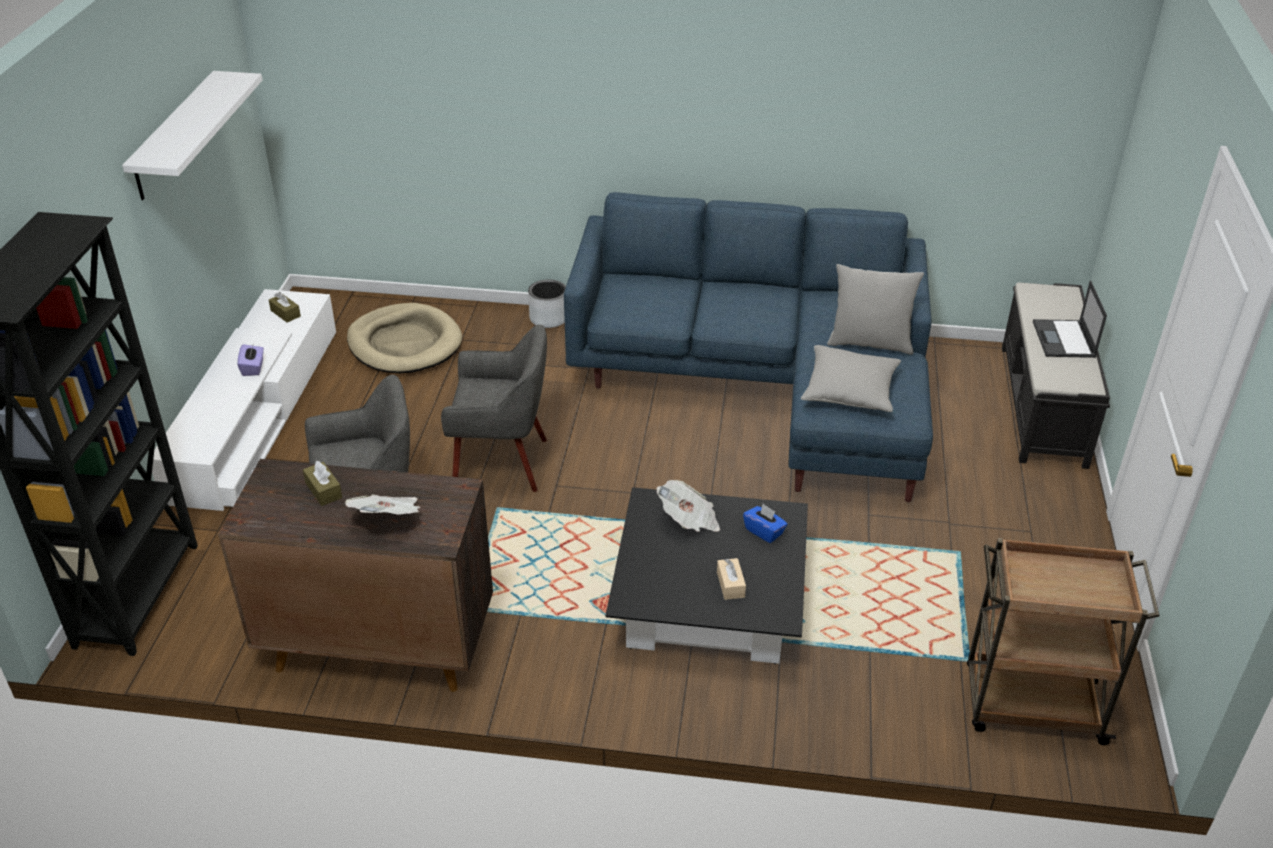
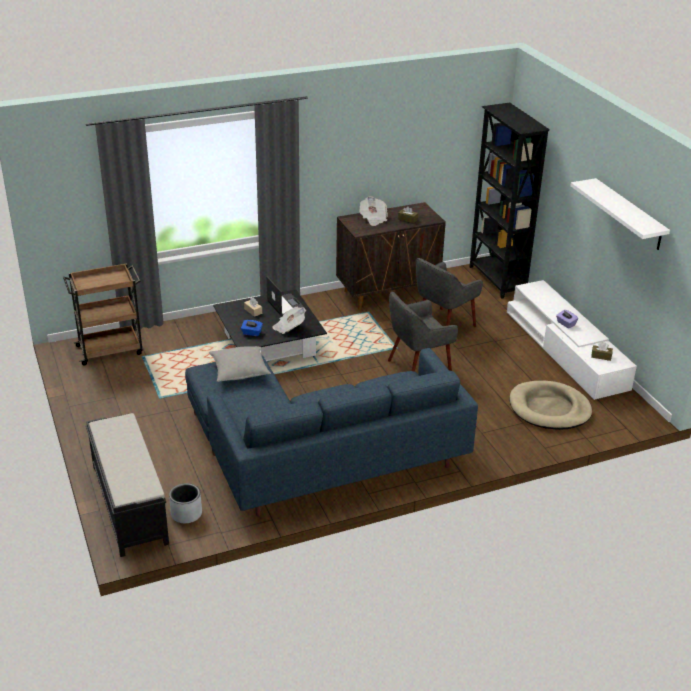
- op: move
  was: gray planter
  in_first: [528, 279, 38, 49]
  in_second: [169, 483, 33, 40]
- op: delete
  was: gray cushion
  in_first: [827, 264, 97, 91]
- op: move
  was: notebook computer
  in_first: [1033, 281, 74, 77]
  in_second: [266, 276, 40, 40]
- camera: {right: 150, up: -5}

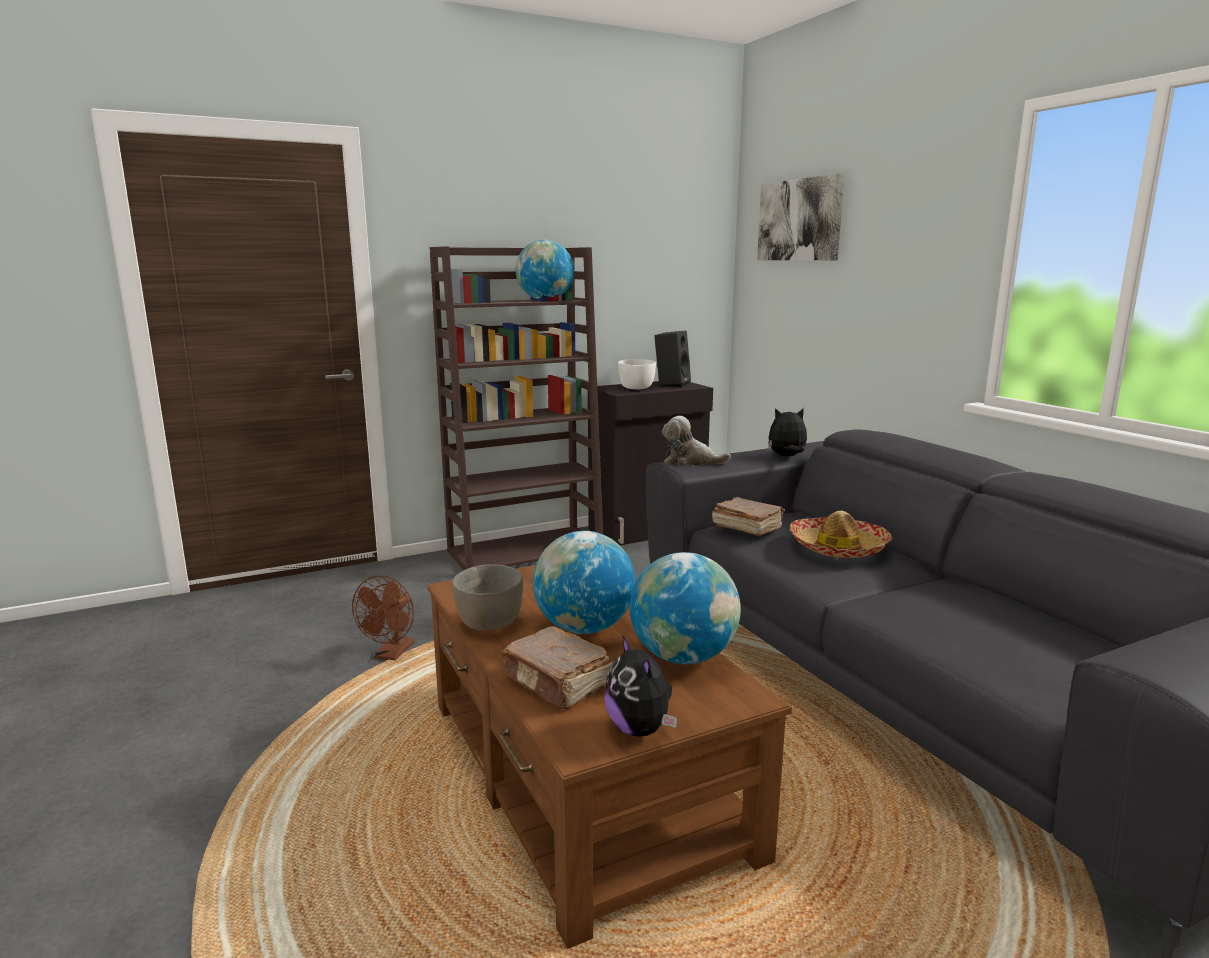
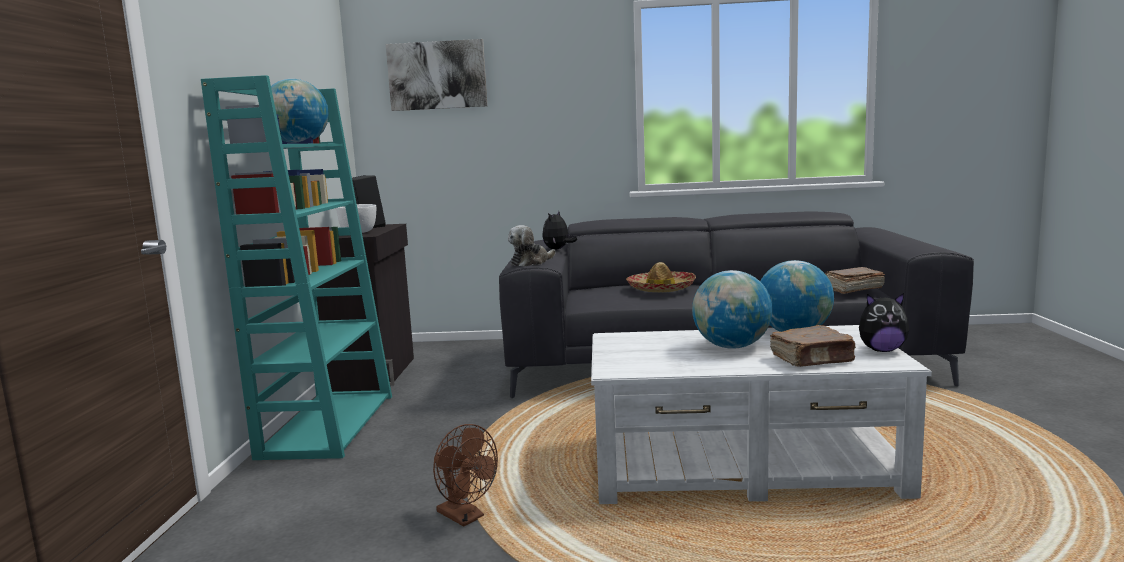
- op: recolor
  was: brown-coloured lounge table
  now: white lounge table
  in_first: [427, 565, 365, 384]
  in_second: [591, 325, 341, 179]
- op: recolor
  was: brown-coloured bookshelf
  now: blue-green bookshelf
  in_first: [430, 246, 173, 324]
  in_second: [201, 75, 191, 385]
- op: delete
  was: gray bowl
  in_first: [452, 564, 71, 67]
- op: move
  was: brown-coloured volume
  in_first: [712, 497, 73, 39]
  in_second: [825, 267, 60, 27]
- camera: {right: -60, up: -5}

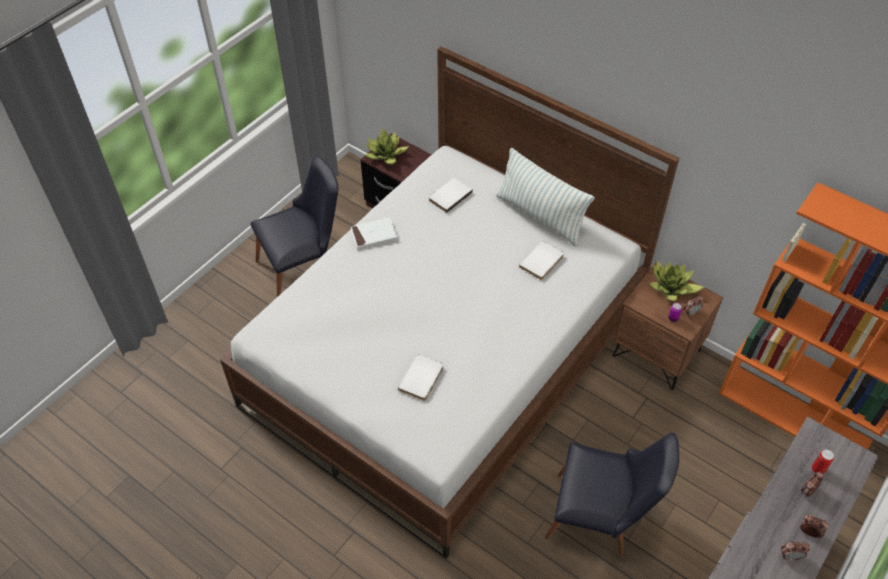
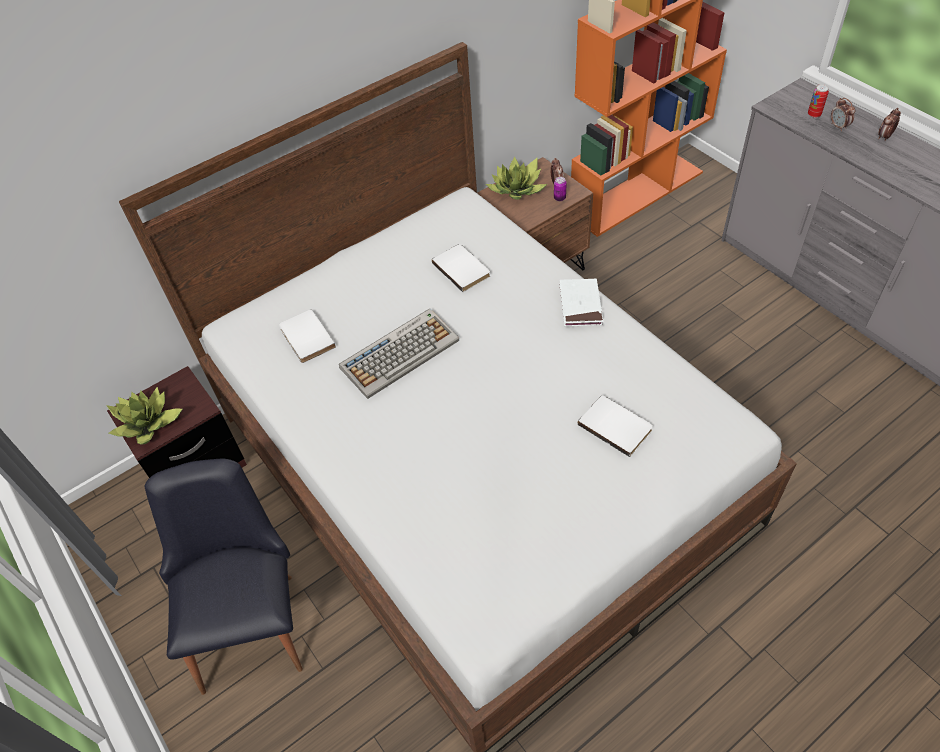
- op: move
  was: white volume
  in_first: [351, 217, 46, 32]
  in_second: [559, 279, 44, 48]
- op: delete
  was: cushion
  in_first: [496, 148, 99, 98]
- op: delete
  was: blackish upright chair
  in_first: [545, 433, 134, 123]
- op: delete
  was: alarm clock
  in_first: [781, 542, 29, 18]
- op: insert
  now: PC keyboard
  in_second: [339, 309, 120, 90]
- camera: {right: -70, up: 0}

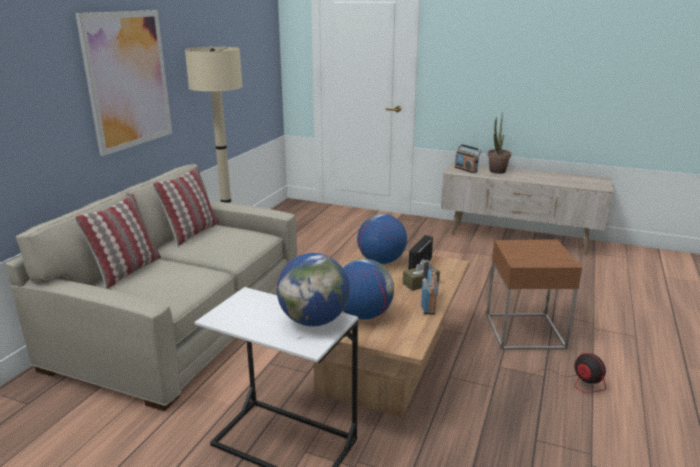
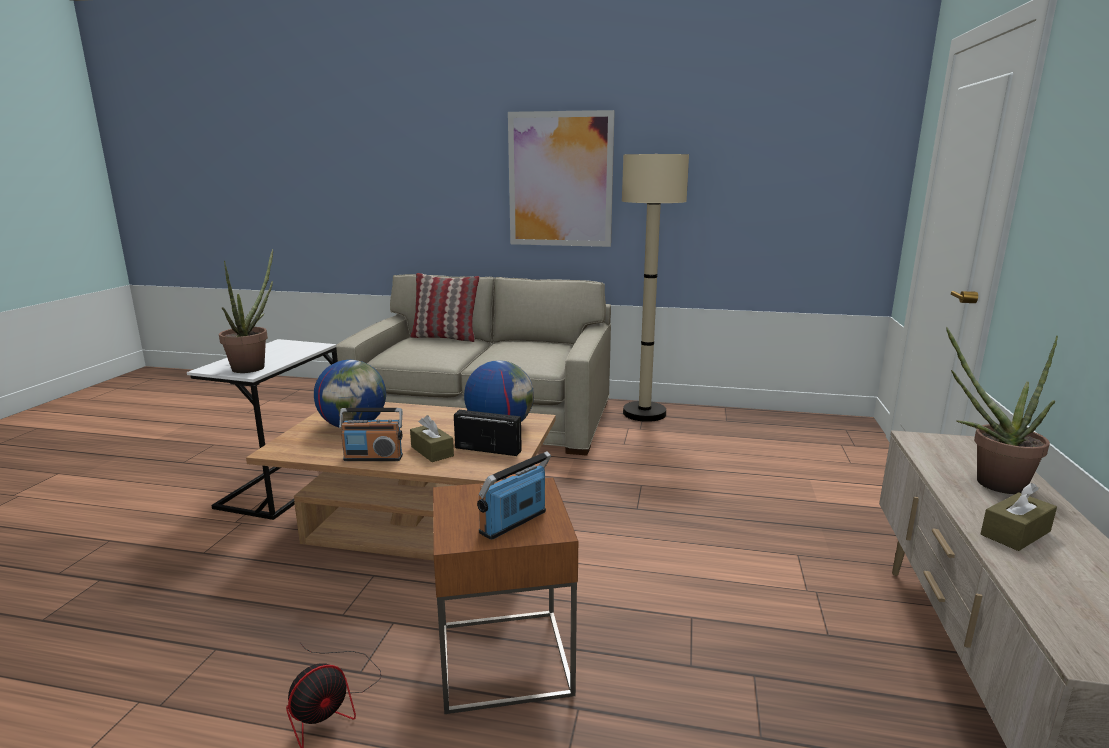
- op: delete
  was: cushion
  in_first: [153, 167, 66, 79]
- op: replace
  was: globe
  now: houseplant
  in_first: [277, 253, 73, 73]
  in_second: [219, 249, 54, 124]
- op: move
  was: radio
  in_first: [454, 144, 28, 29]
  in_second: [477, 451, 74, 89]
- op: insert
  now: brown-coloured tissue holder
  in_second: [981, 483, 76, 68]
- camera: {right: 80, up: -5}

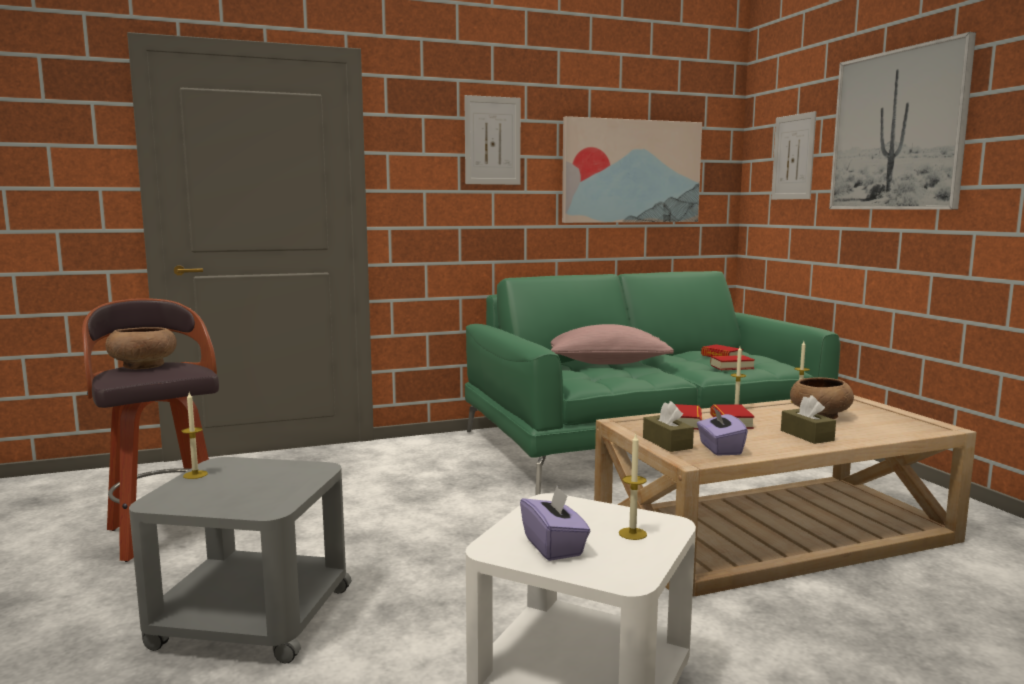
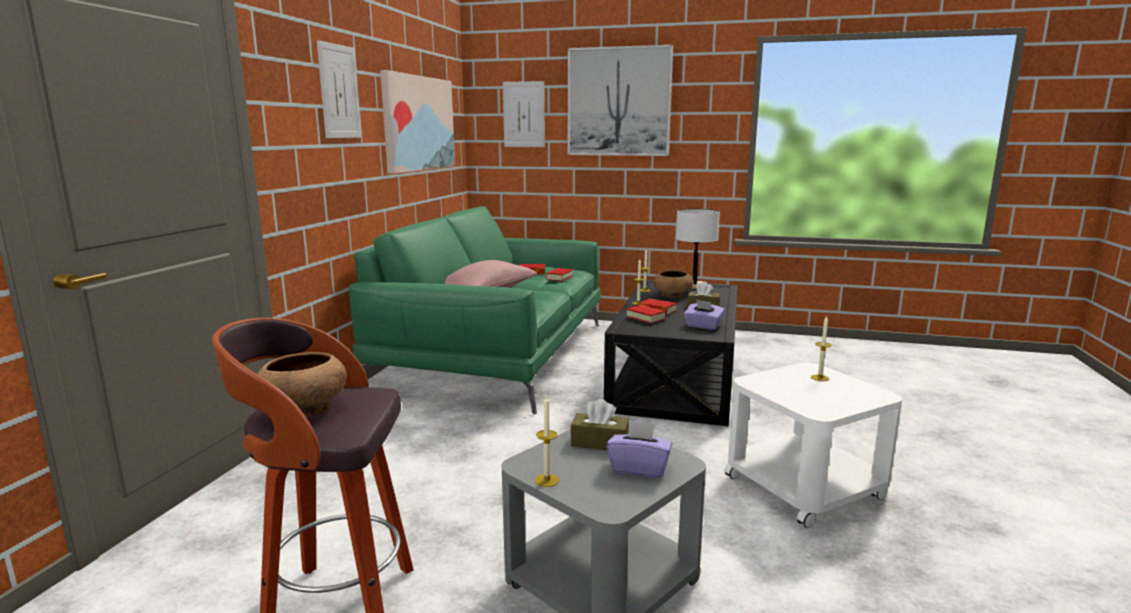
- op: move
  was: purple tissue holder
  in_first: [520, 486, 70, 75]
  in_second: [606, 420, 66, 58]
- op: recolor
  was: beige-coloured lounge table
  now: blackish lounge table
  in_first: [594, 395, 383, 202]
  in_second: [604, 280, 133, 146]
- op: move
  was: brown-coloured tissue holder
  in_first: [643, 401, 51, 51]
  in_second: [571, 399, 58, 51]
- op: insert
  now: white table lamp
  in_second: [676, 209, 44, 80]
- camera: {right: -55, up: 5}

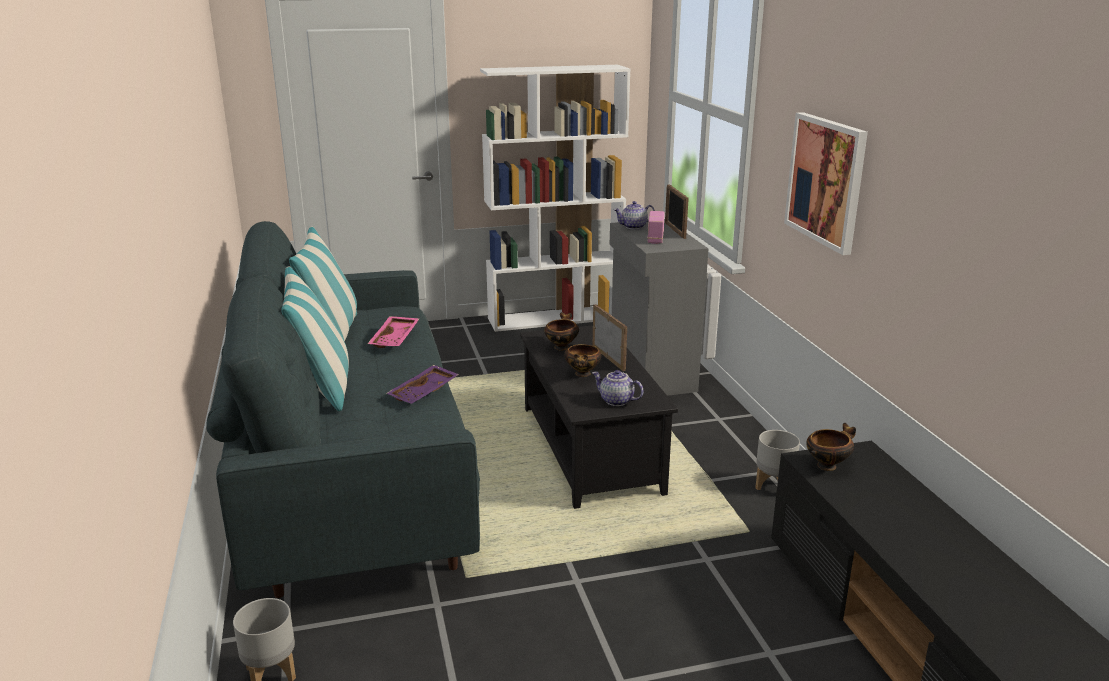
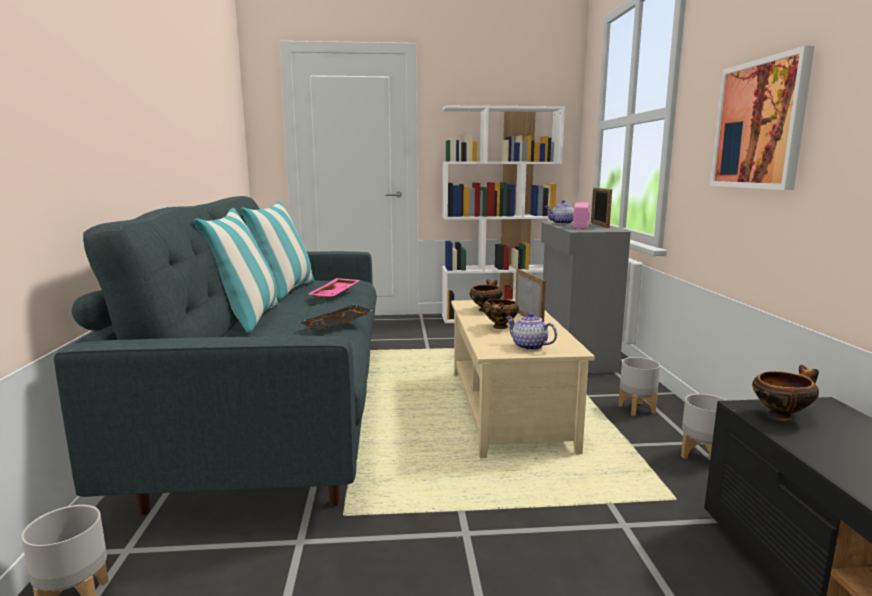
- op: recolor
  was: purple tray
  now: blackish tray
  in_first: [386, 365, 73, 39]
  in_second: [300, 304, 73, 26]
- op: recolor
  was: blackish lounge table
  now: beige-coloured lounge table
  in_first: [520, 325, 158, 184]
  in_second: [451, 299, 144, 159]
- op: insert
  now: gray planter
  in_second: [618, 357, 42, 59]
- camera: {right: 10, up: -10}

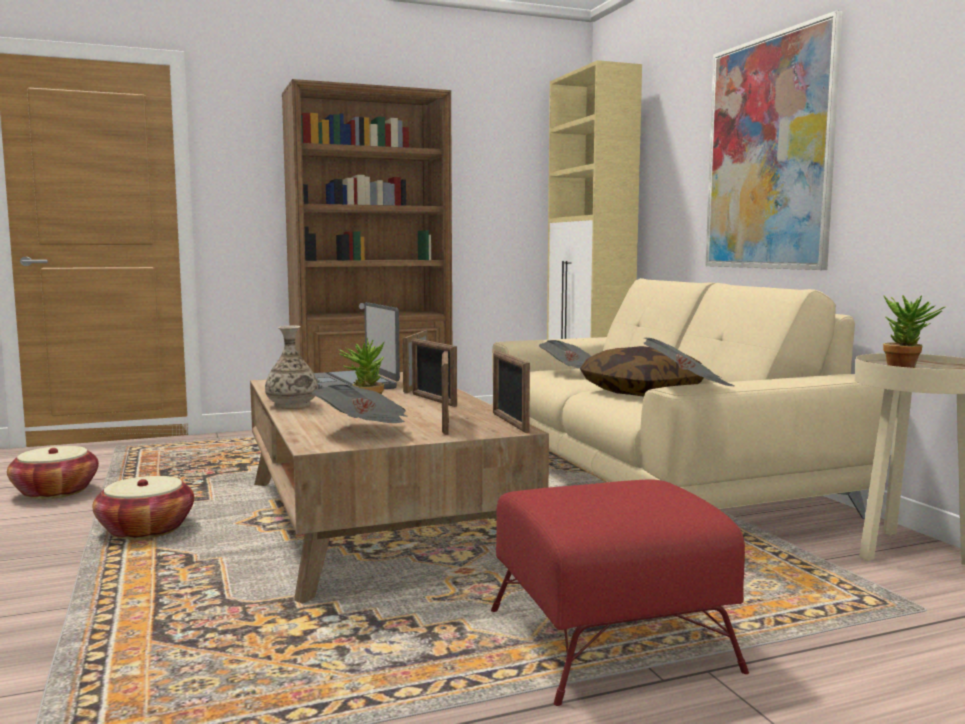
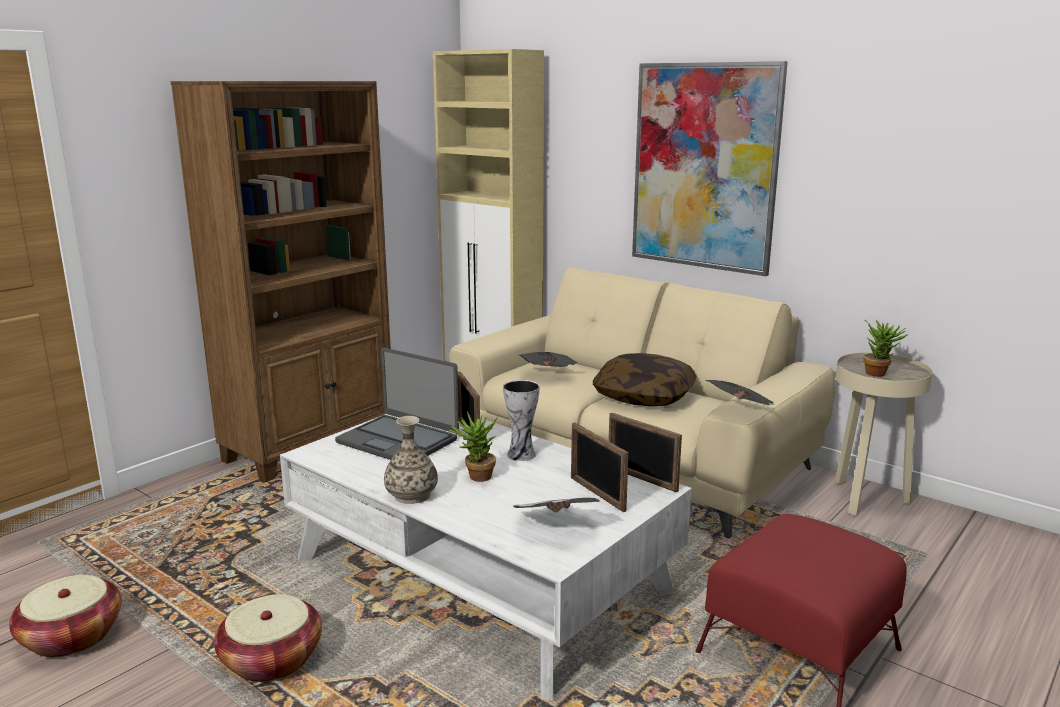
- op: recolor
  was: brown-coloured lounge table
  now: white lounge table
  in_first: [250, 372, 299, 232]
  in_second: [280, 414, 412, 286]
- op: replace
  was: standing frame
  now: flower vase
  in_first: [412, 338, 45, 69]
  in_second: [503, 380, 37, 81]
- camera: {right: -30, up: 10}

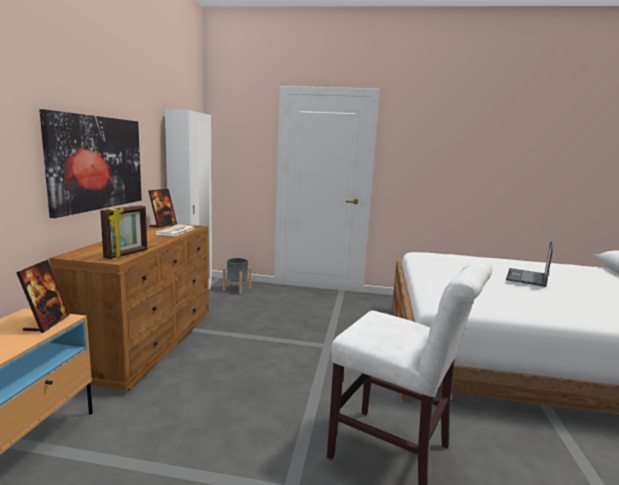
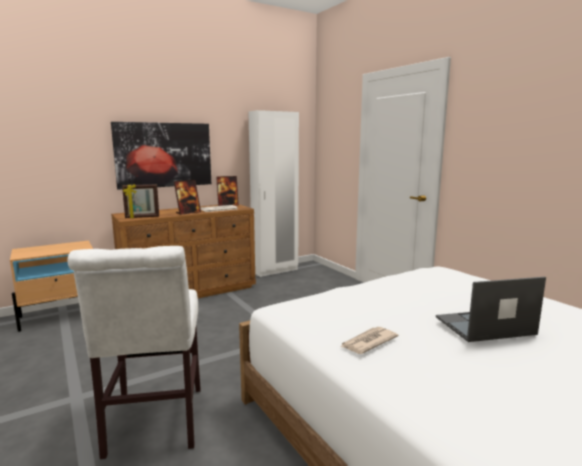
- op: move
  was: standing frame
  in_first: [16, 260, 54, 73]
  in_second: [174, 180, 27, 35]
- op: delete
  was: gray planter
  in_first: [223, 258, 28, 36]
- op: insert
  now: daily paper
  in_second: [341, 327, 58, 27]
- camera: {right: 50, up: 0}

